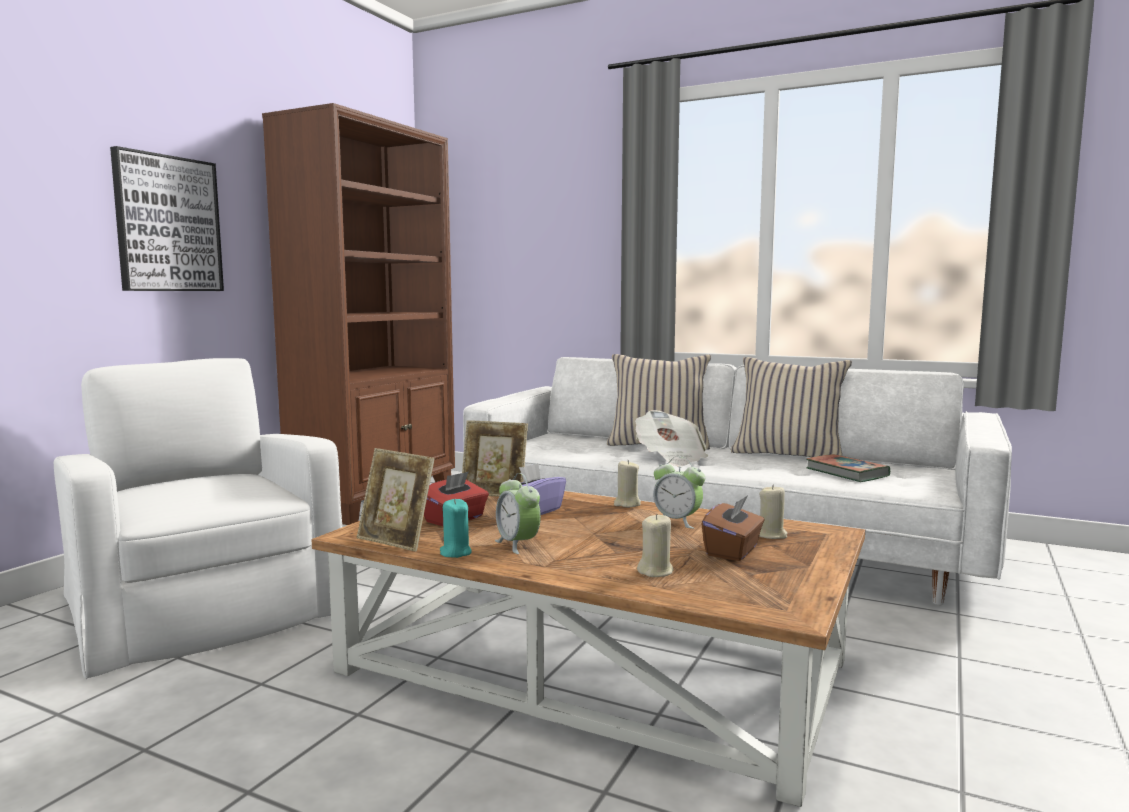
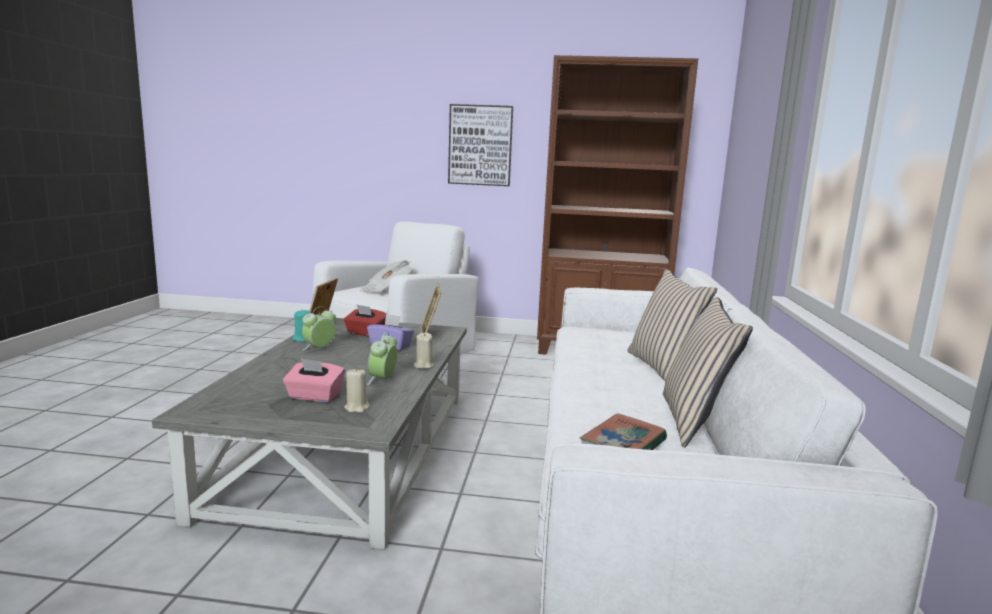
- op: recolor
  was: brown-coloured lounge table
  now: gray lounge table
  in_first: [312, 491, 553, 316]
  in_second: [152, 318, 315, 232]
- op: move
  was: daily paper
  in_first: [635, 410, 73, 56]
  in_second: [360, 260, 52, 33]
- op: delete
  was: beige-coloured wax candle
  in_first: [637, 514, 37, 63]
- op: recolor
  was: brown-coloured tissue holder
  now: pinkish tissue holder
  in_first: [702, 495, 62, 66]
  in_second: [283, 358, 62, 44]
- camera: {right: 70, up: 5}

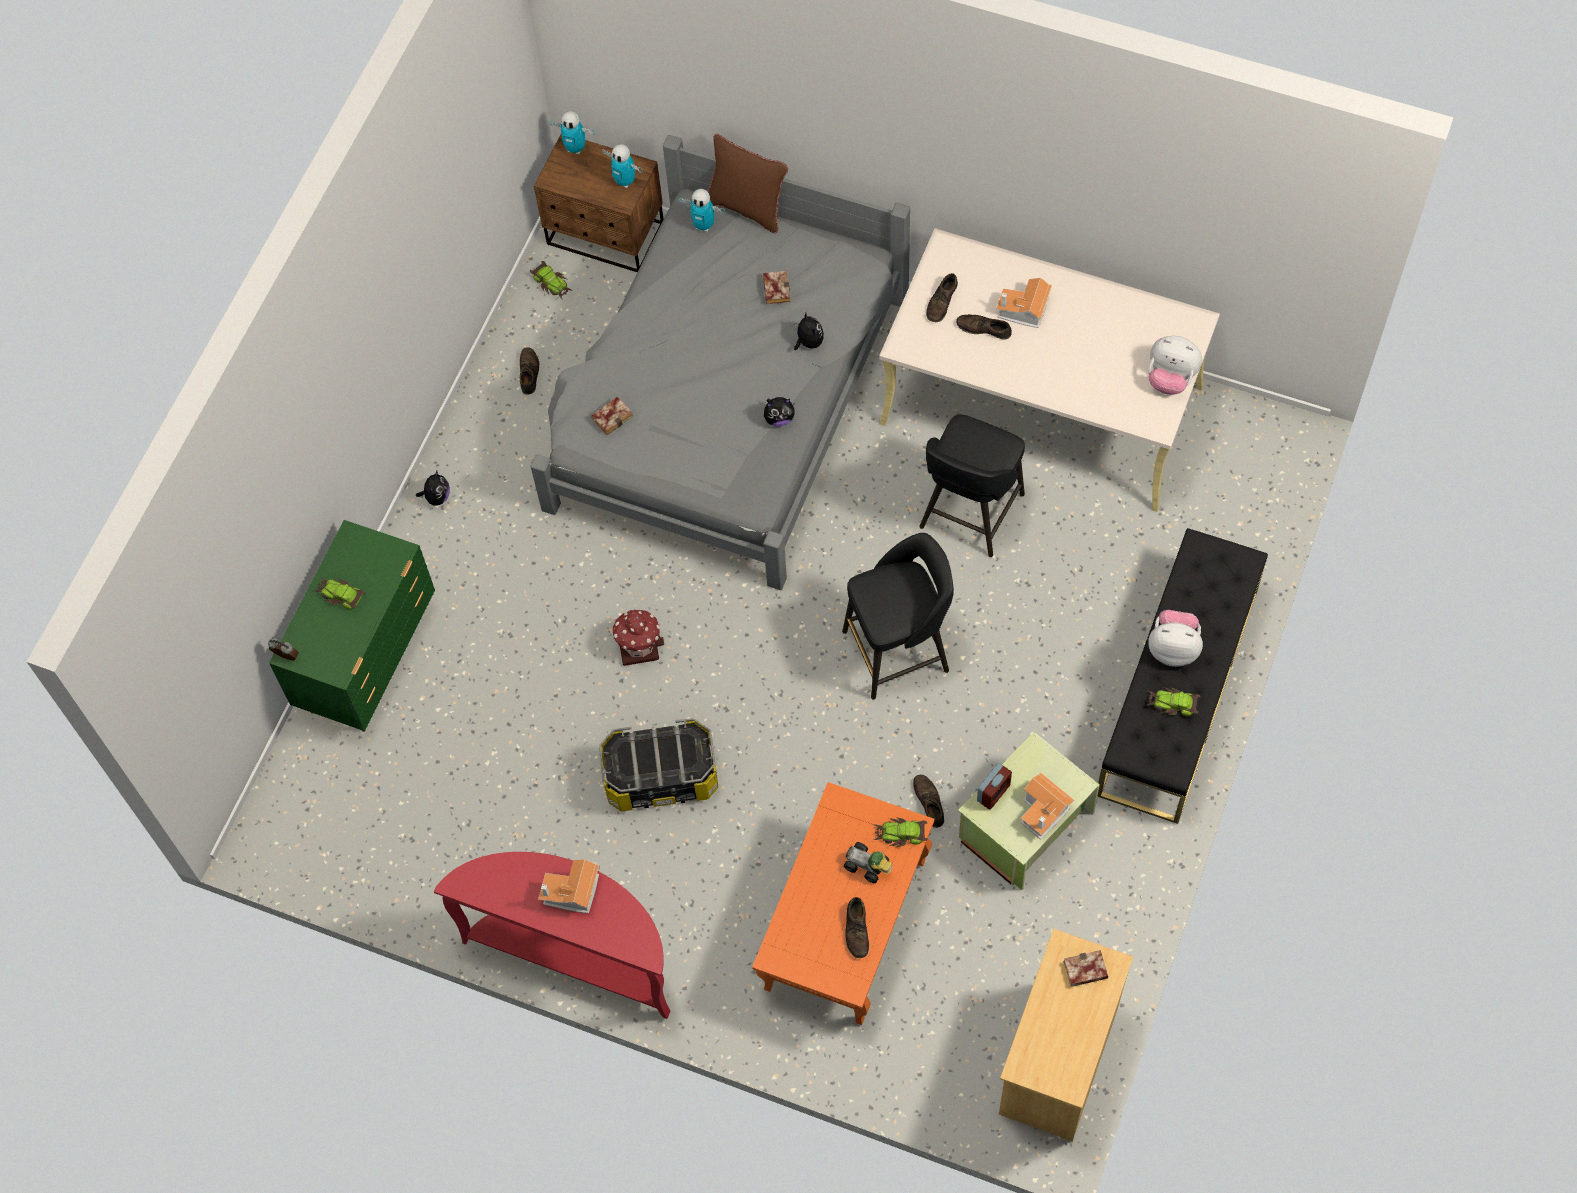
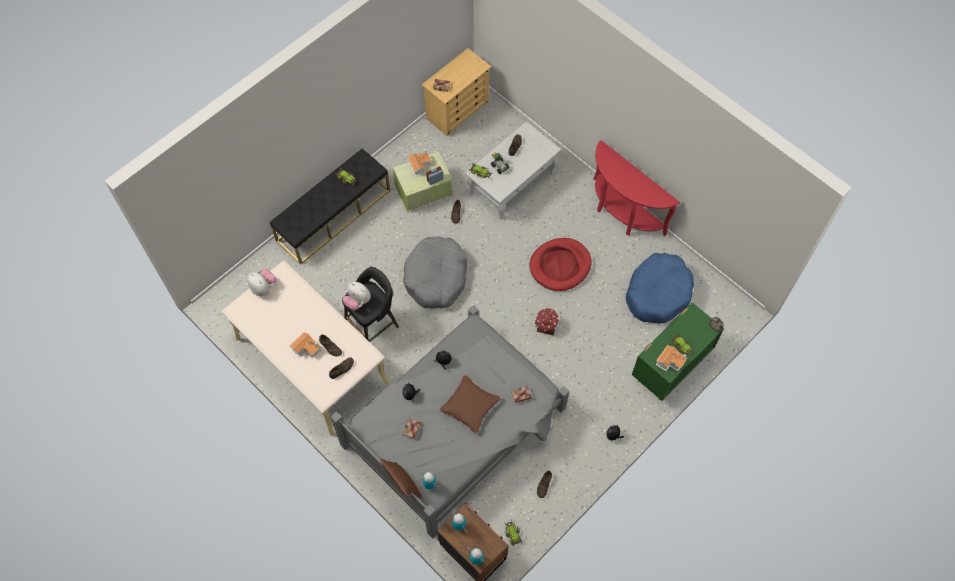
- op: move
  was: model house
  in_first: [538, 859, 61, 55]
  in_second: [656, 345, 31, 26]
- op: replace
  was: storage container
  now: reddish pet bed
  in_first: [599, 718, 119, 93]
  in_second: [530, 238, 62, 53]
- op: recolor
  was: orange-coloured lounge table
  now: white lounge table
  in_first: [752, 782, 182, 243]
  in_second: [465, 122, 96, 98]
- op: replace
  was: blackish stool seat
  now: gray pet bed
  in_first: [842, 533, 112, 166]
  in_second: [403, 237, 64, 72]
- op: move
  was: soft toy
  in_first: [1148, 610, 55, 57]
  in_second: [343, 282, 28, 28]
- op: insert
  now: brown-coloured cushion
  in_second: [440, 375, 61, 59]
- op: insert
  now: bluish pet bed
  in_second: [626, 253, 68, 71]
- camera: {right: -160, up: 0}

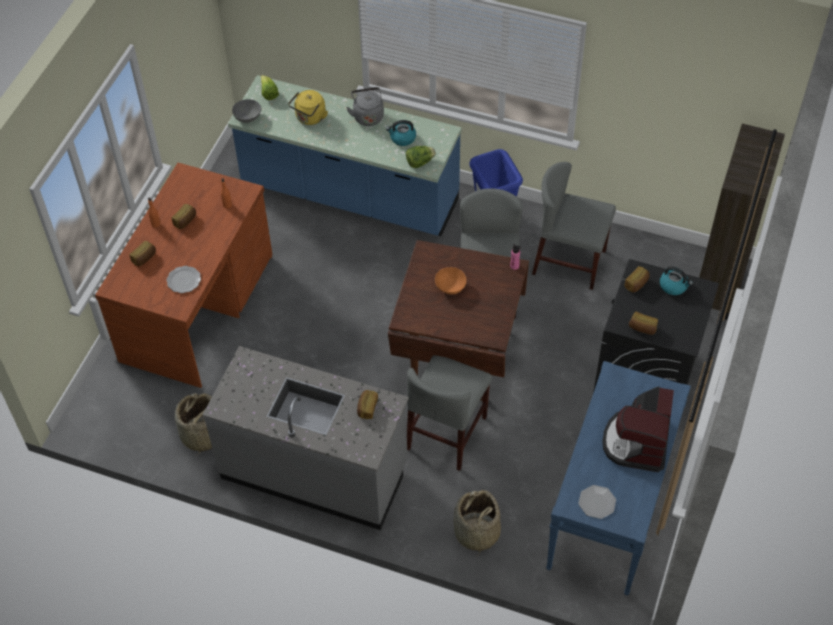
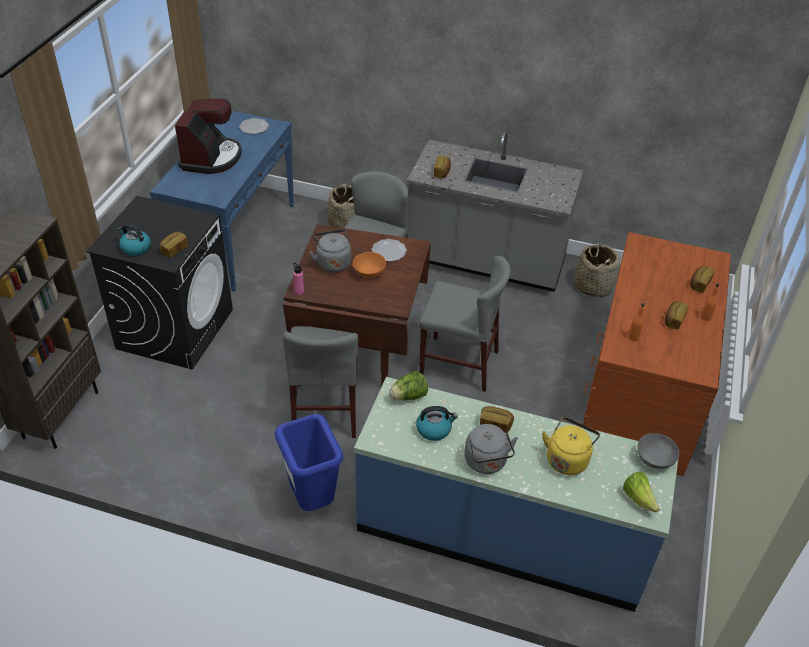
- op: move
  was: plate
  in_first: [166, 266, 35, 27]
  in_second: [371, 239, 36, 22]
- op: move
  was: gray upright chair
  in_first: [532, 162, 84, 128]
  in_second: [419, 256, 92, 136]
- op: move
  was: bakery bread
  in_first: [629, 312, 29, 23]
  in_second: [480, 406, 34, 27]
- op: insert
  now: gray water kettle
  in_second: [309, 229, 42, 44]
- camera: {right: 175, up: -10}

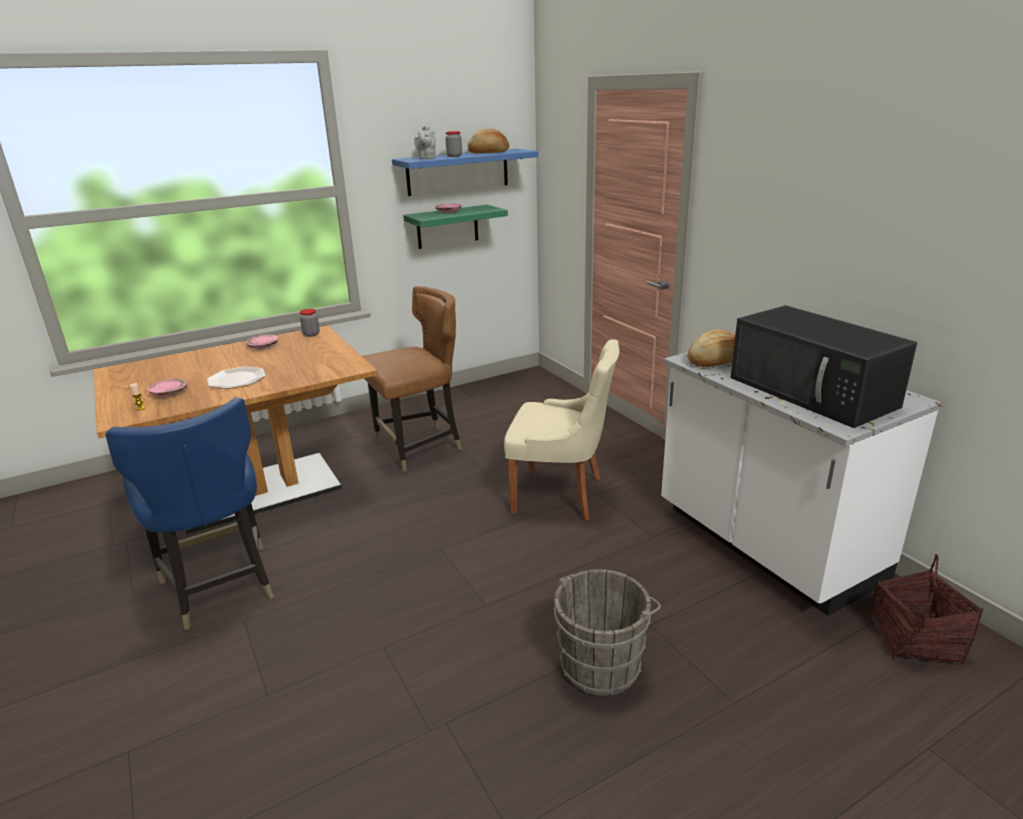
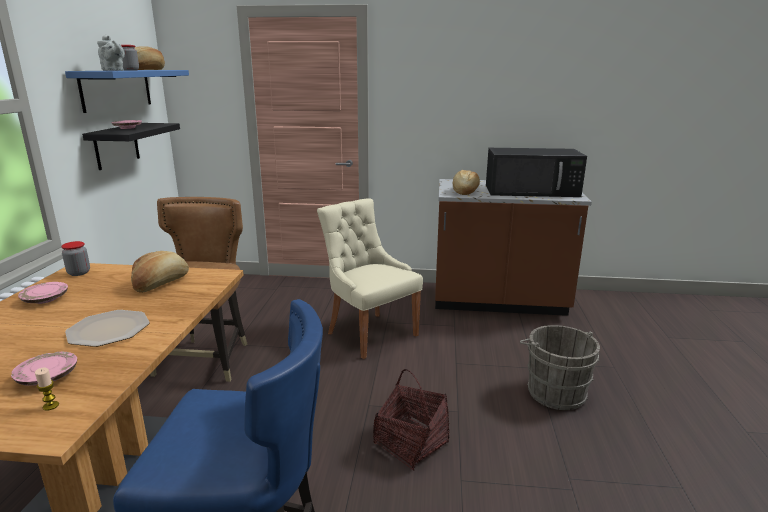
- op: recolor
  was: green-coloured bracket shelf
  now: blackish bracket shelf
  in_first: [403, 205, 105, 44]
  in_second: [82, 123, 98, 47]
- op: rotate
  was: beige-coloured upright chair
  in_first: [504, 339, 115, 182]
  in_second: [317, 198, 106, 161]
  clockwise: -90
- op: recolor
  was: white kitchen counter
  now: brown-coloured kitchen counter
  in_first: [661, 352, 281, 264]
  in_second: [435, 179, 157, 137]
- op: move
  was: basket
  in_first: [872, 554, 111, 110]
  in_second: [373, 369, 76, 102]
- op: insert
  now: bakery bread
  in_second: [131, 251, 58, 42]
- camera: {right: -55, up: -5}

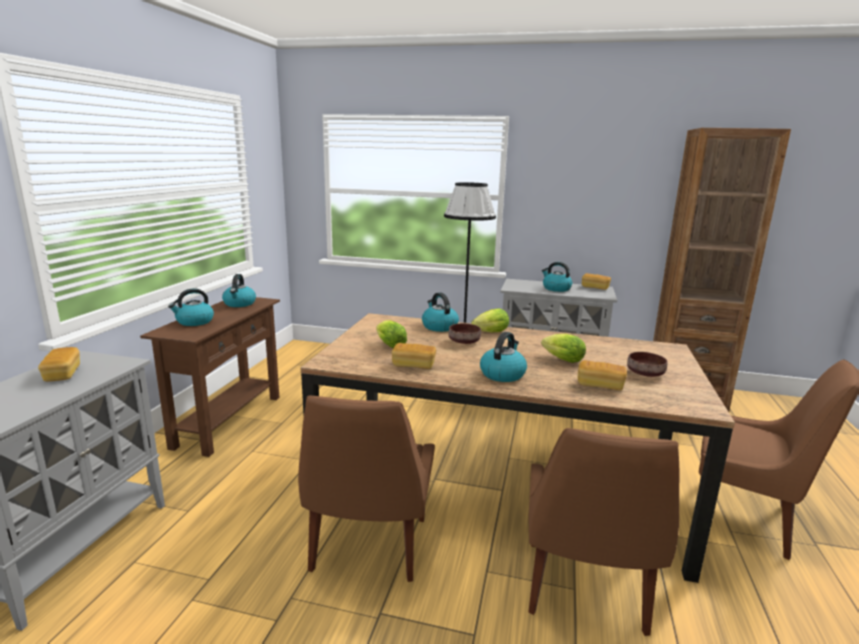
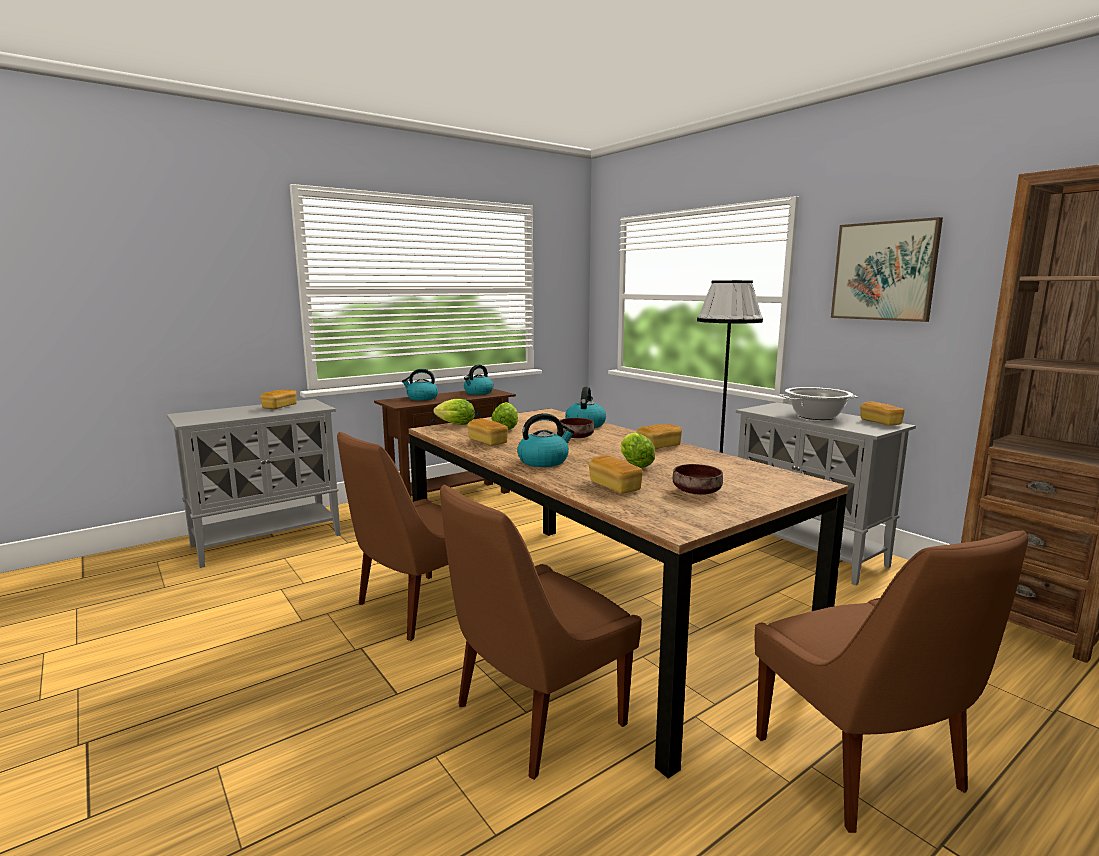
- op: move
  was: head of lettuce
  in_first: [471, 309, 38, 23]
  in_second: [433, 399, 42, 26]
- op: replace
  was: water kettle
  now: saucepot
  in_first: [542, 262, 30, 30]
  in_second: [779, 387, 79, 33]
- op: insert
  now: bakery bread
  in_second: [636, 424, 46, 25]
- op: insert
  now: picture
  in_second: [831, 217, 112, 105]
- camera: {right: 40, up: -5}

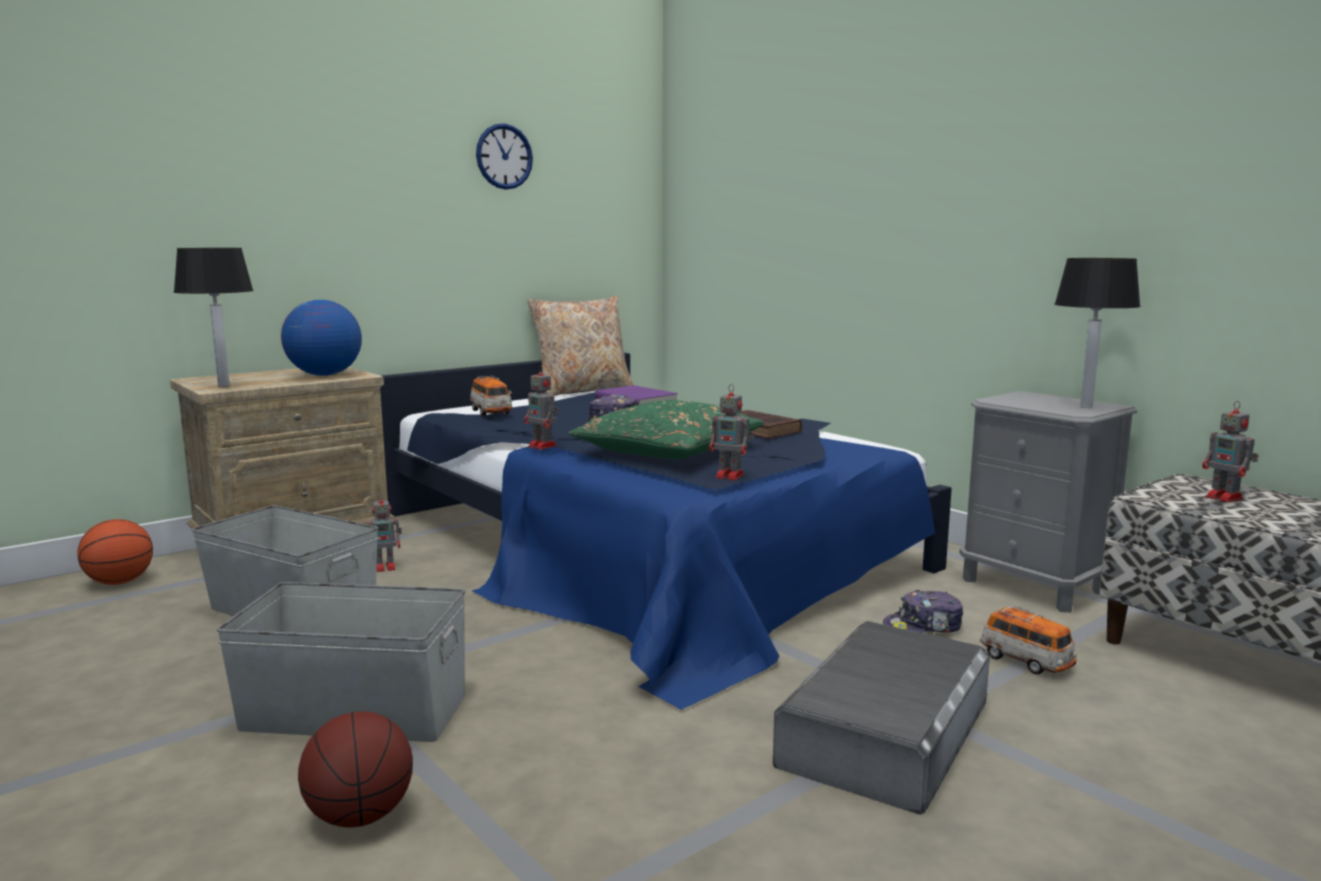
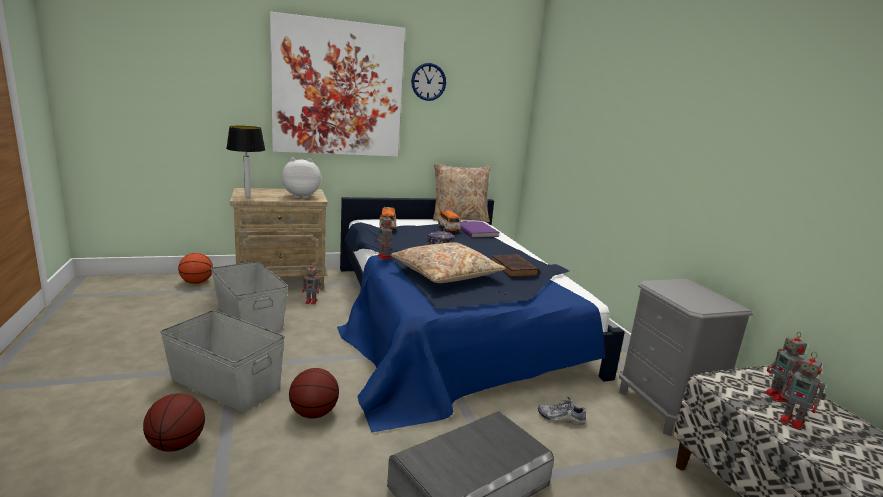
- op: replace
  was: globe
  now: soft toy
  in_first: [281, 300, 81, 76]
  in_second: [282, 158, 39, 40]
- op: recolor
  was: green-coloured cushion
  now: beige-coloured cushion
  in_first: [568, 400, 196, 59]
  in_second: [391, 242, 115, 41]
- op: move
  was: toy robot
  in_first: [709, 384, 45, 96]
  in_second: [779, 352, 47, 78]
- op: replace
  was: baseball cap
  now: item of footwear
  in_first: [883, 590, 80, 43]
  in_second: [538, 397, 50, 28]
- op: move
  was: miniature car
  in_first: [980, 605, 97, 69]
  in_second: [438, 209, 23, 23]
- op: delete
  was: table lamp
  in_first: [1054, 258, 87, 150]
- op: insert
  now: picture
  in_second: [270, 12, 135, 145]
- op: insert
  now: ball for basketball
  in_second: [289, 368, 50, 51]
- camera: {right: 20, up: 5}

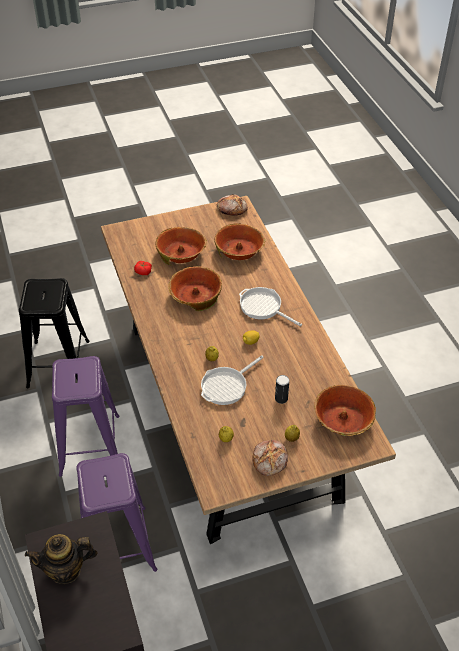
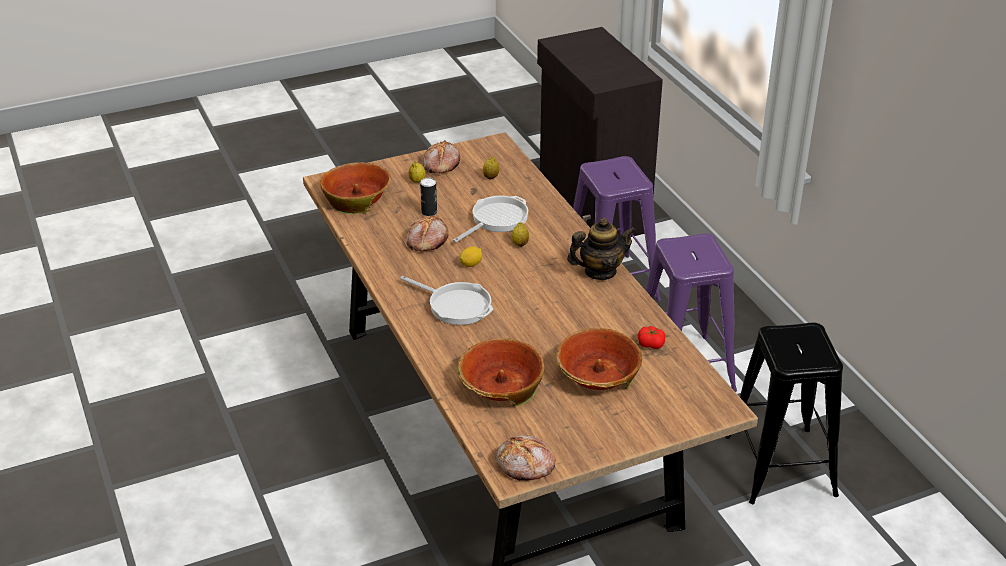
- op: move
  was: pot for tea
  in_first: [25, 534, 72, 50]
  in_second: [567, 218, 69, 62]
- op: delete
  was: bowl
  in_first: [168, 266, 54, 45]
- op: insert
  now: bakery bread
  in_second: [406, 215, 43, 36]
- camera: {right: 175, up: -10}

